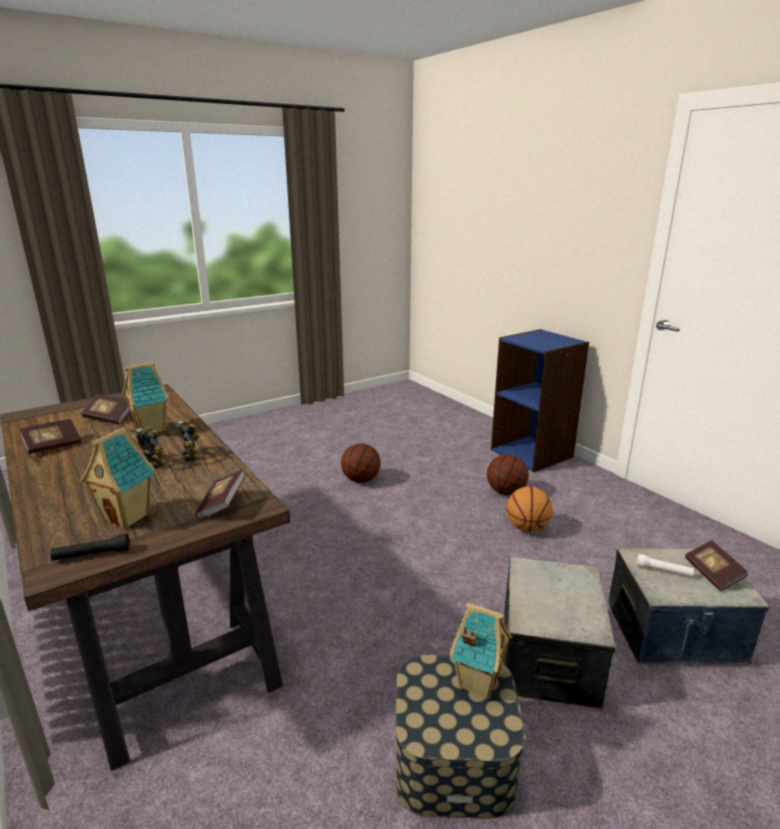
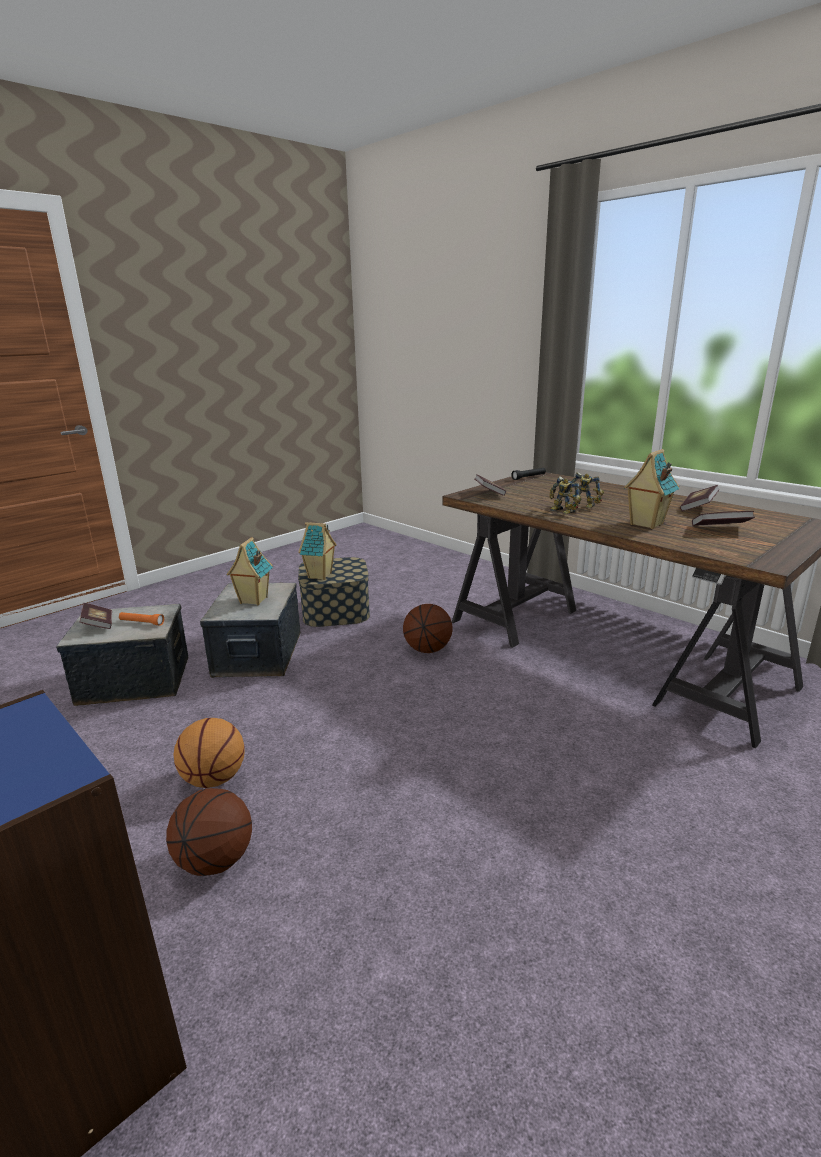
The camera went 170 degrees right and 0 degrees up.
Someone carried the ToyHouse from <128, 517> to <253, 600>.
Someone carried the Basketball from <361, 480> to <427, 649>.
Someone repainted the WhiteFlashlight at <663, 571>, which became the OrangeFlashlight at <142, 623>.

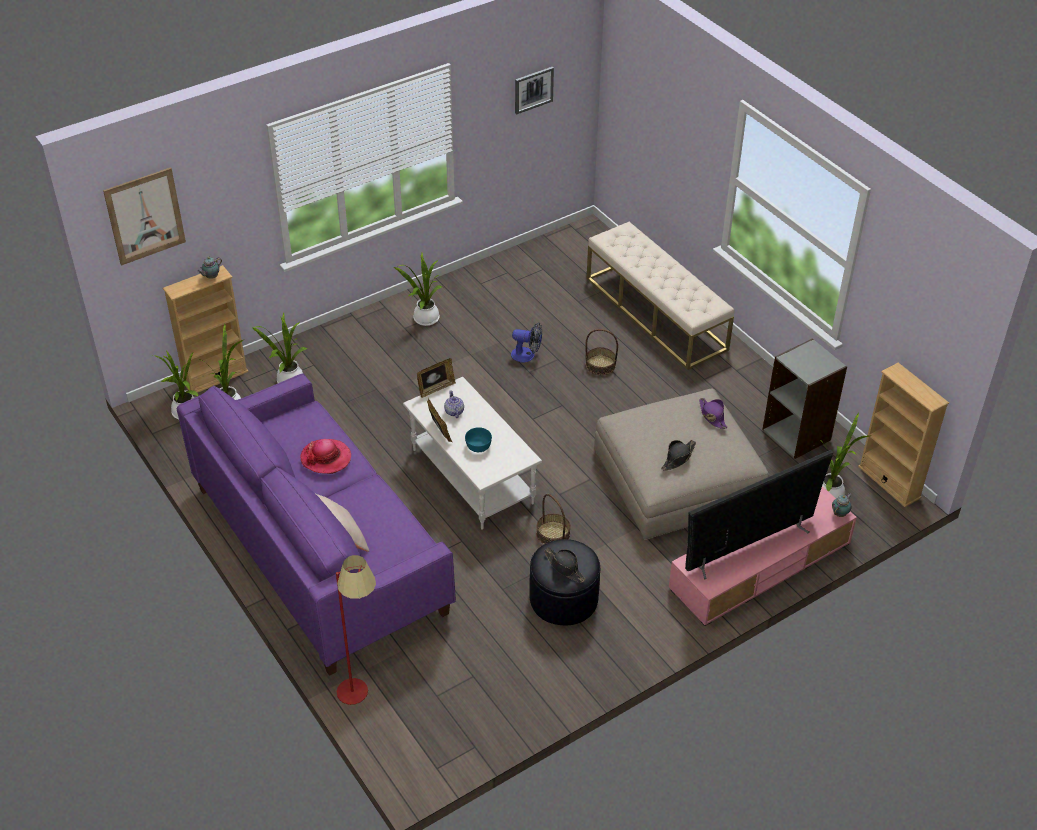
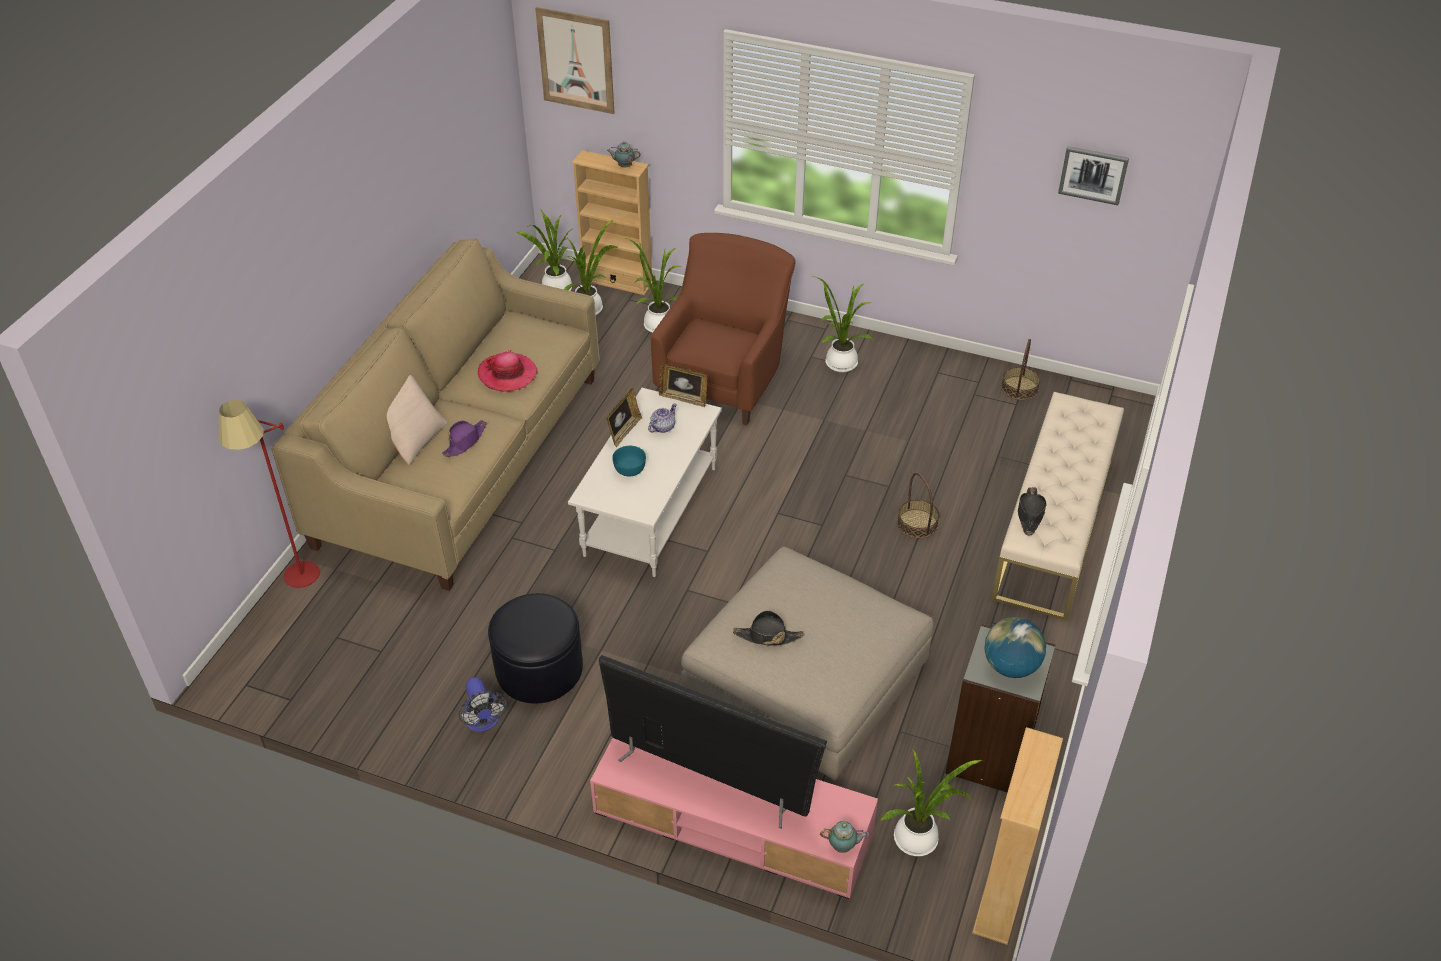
The camera went 55 degrees right and 0 degrees up.
Someone put down the BrownArmchair at <725, 378>.
Someone put down the Globe at <1010, 666>.
Someone carried the Fan from <527, 355> to <483, 722>.
Someone carried the Basket from <553, 533> to <1019, 388>.
Someone carried the BlackHat from <564, 567> to <1030, 514>.
Someone carried the PurpleHat from <712, 416> to <465, 441>.
Someone repainted the PurpleSofa at <320, 549>, which became the BeigeSofa at <461, 459>.

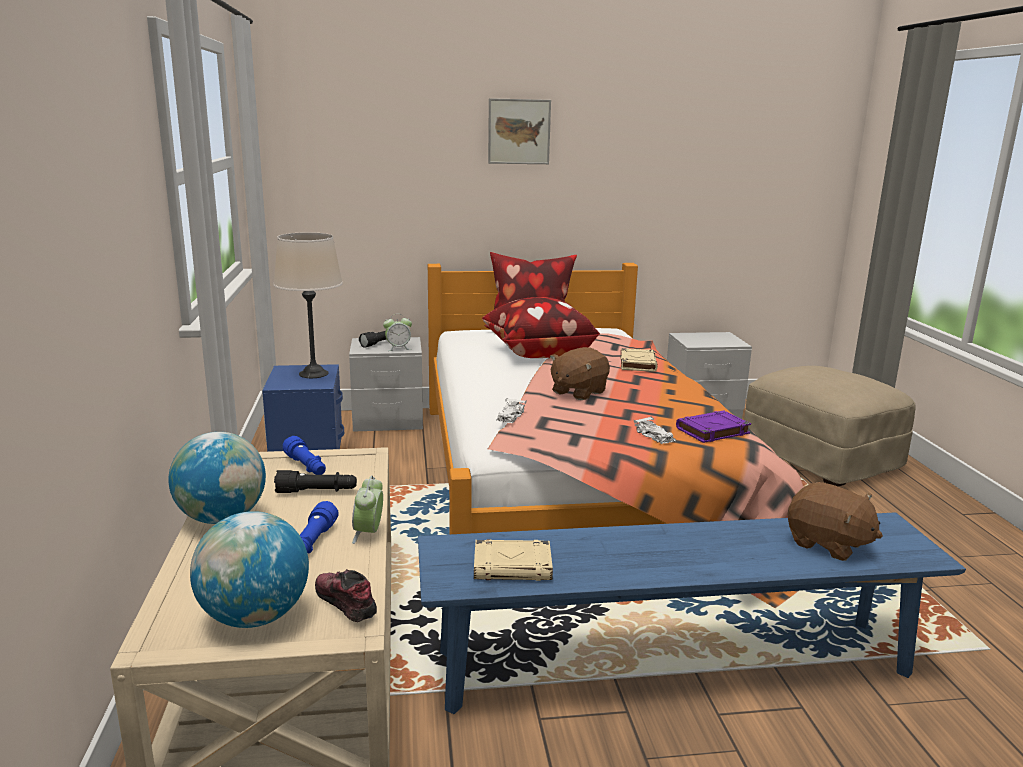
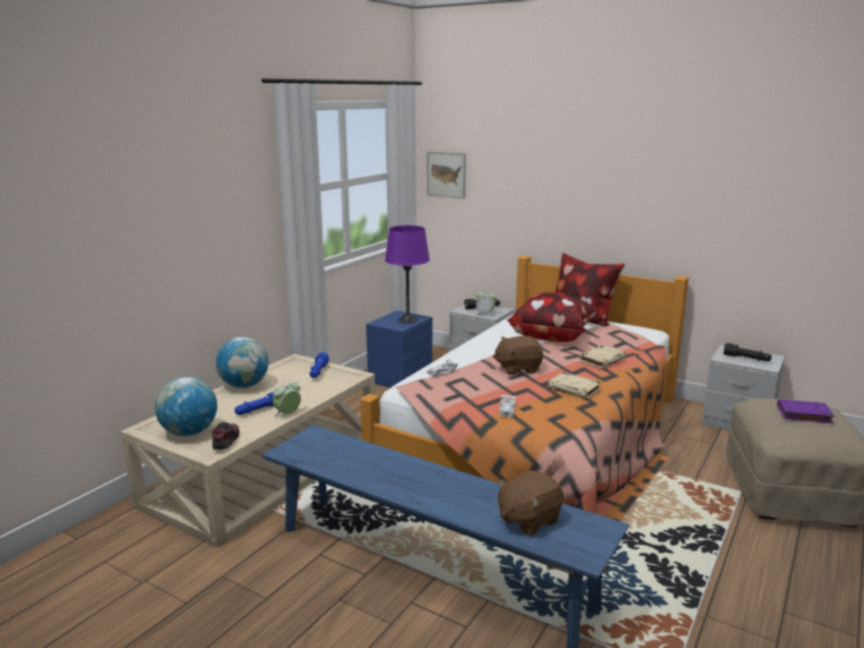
The camera went 40 degrees right and 0 degrees up.
Someone carried the BlackFlashlight from <317, 492> to <746, 359>.
Someone carried the BeigeBook from <513, 566> to <574, 389>.
Someone carried the Picture from <519, 131> to <446, 174>.
Someone carried the PurpleBook from <712, 431> to <803, 414>.
Someone repainted the BeigeTableLamp at <313, 374>, which became the PurpleTableLamp at <407, 320>.
Someone rotated the BrownPlushToy at <828, 544> by 60 degrees clockwise.

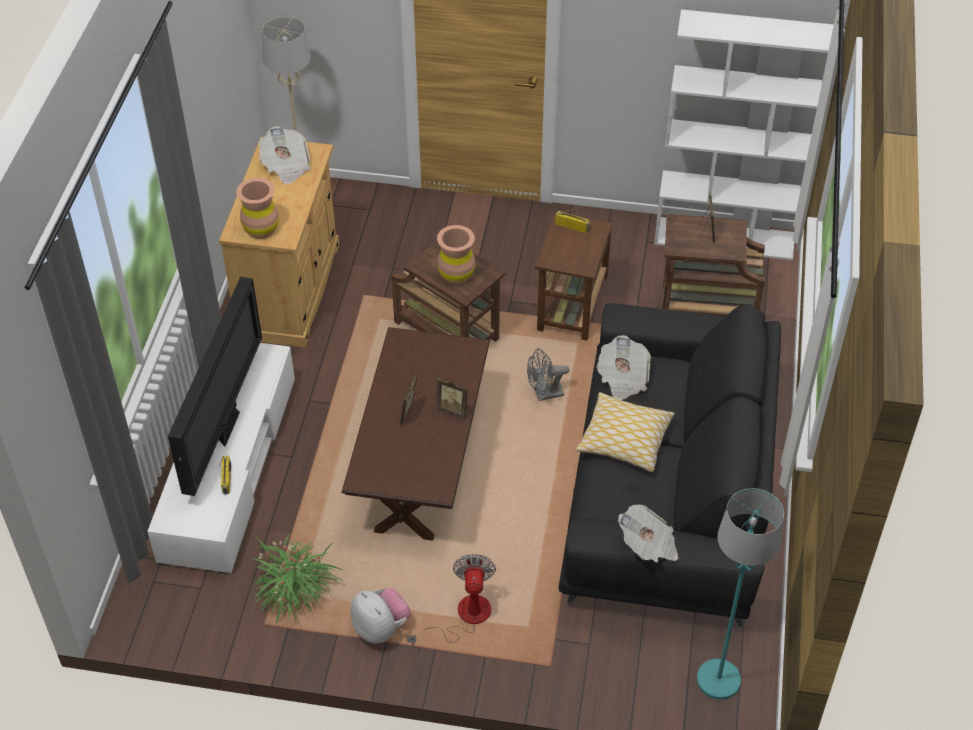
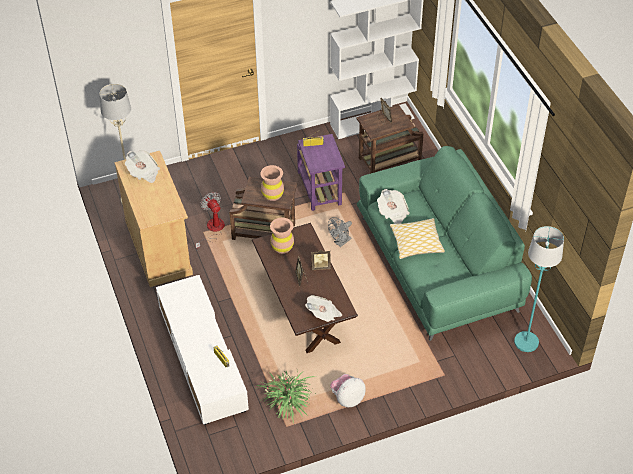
The camera went 30 degrees left and 0 degrees up.
Someone took away the Television at <227, 426>.
Someone carried the BrownVase from <261, 229> to <282, 247>.
Someone carried the Fan from <463, 617> to <212, 230>.
Someone carried the Newspaper from <648, 545> to <323, 314>.
Someone repainted the BrownSideTable at <572, 305>, which became the PurpleSideTable at <320, 189>.
Someone repainted the BlackSofa at <667, 492>, which became the GreenSofa at <438, 264>.
Someone rotated the PlushToy at <381, 628> by 60 degrees counterclockwise.

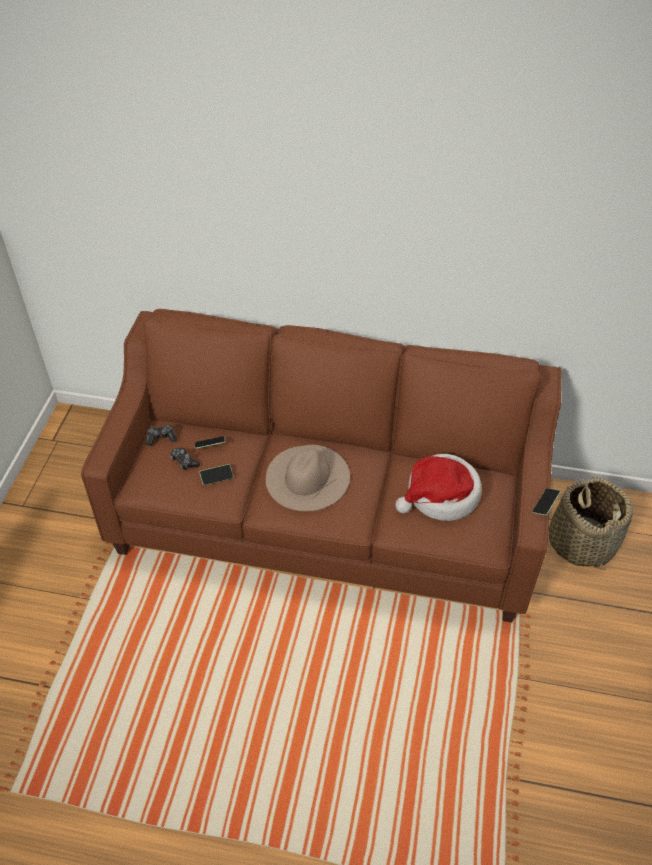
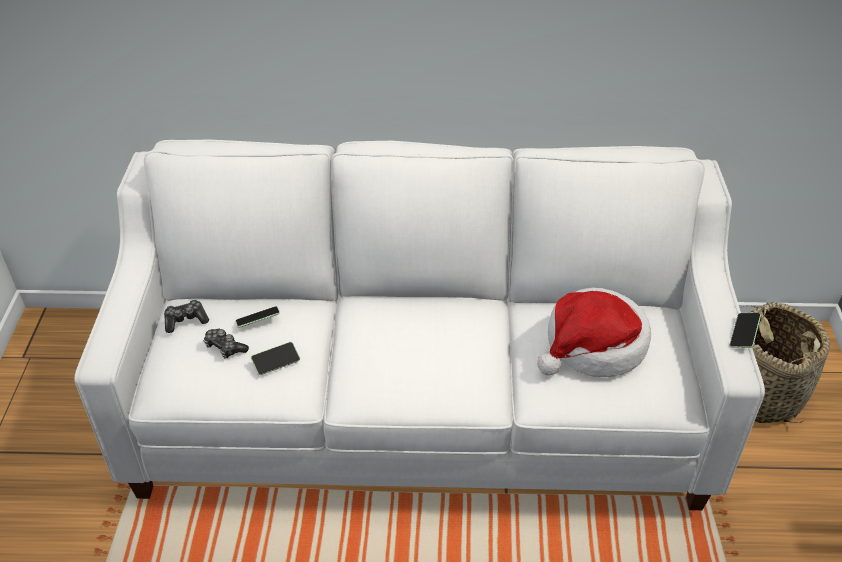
The camera went 10 degrees left and 5 degrees down.
Someone took away the BeigeHat at <307, 477>.
Someone repainted the BrownSofa at <327, 518>, which became the WhiteSofa at <422, 408>.

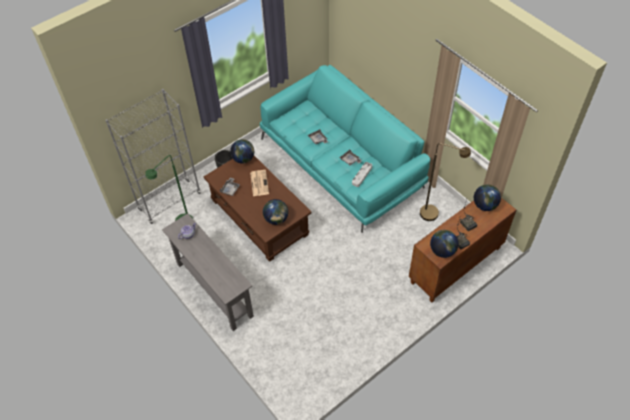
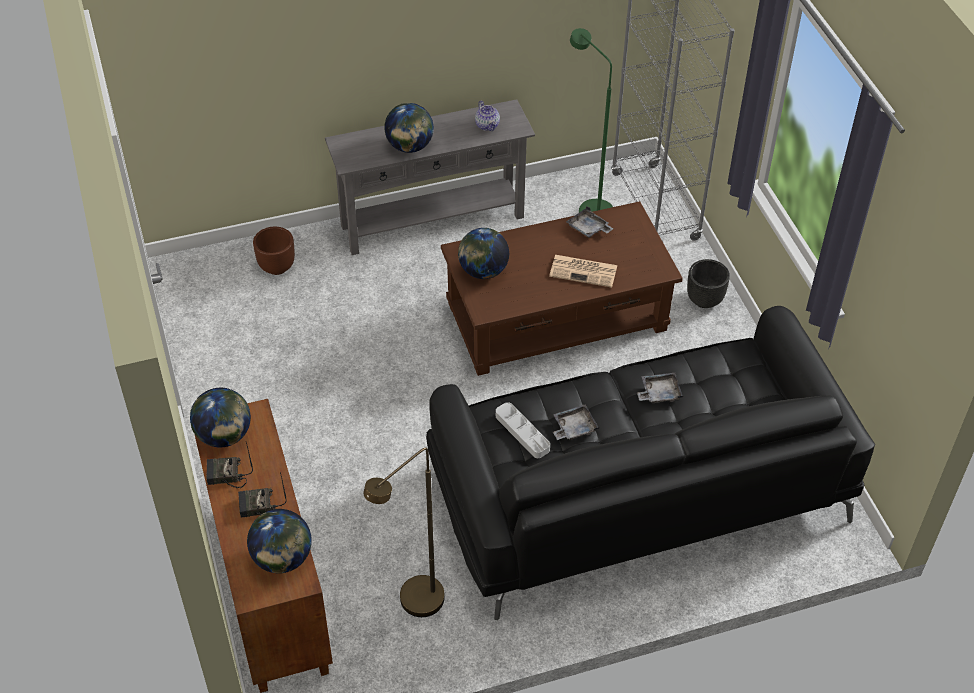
The camera went 110 degrees right and 5 degrees down.
Someone put down the BrownPlanter at <277, 267>.
Someone carried the Globe from <243, 159> to <409, 147>.
Someone repainted the TurquoiseSofa at <341, 163>, which became the BlackSofa at <636, 491>.

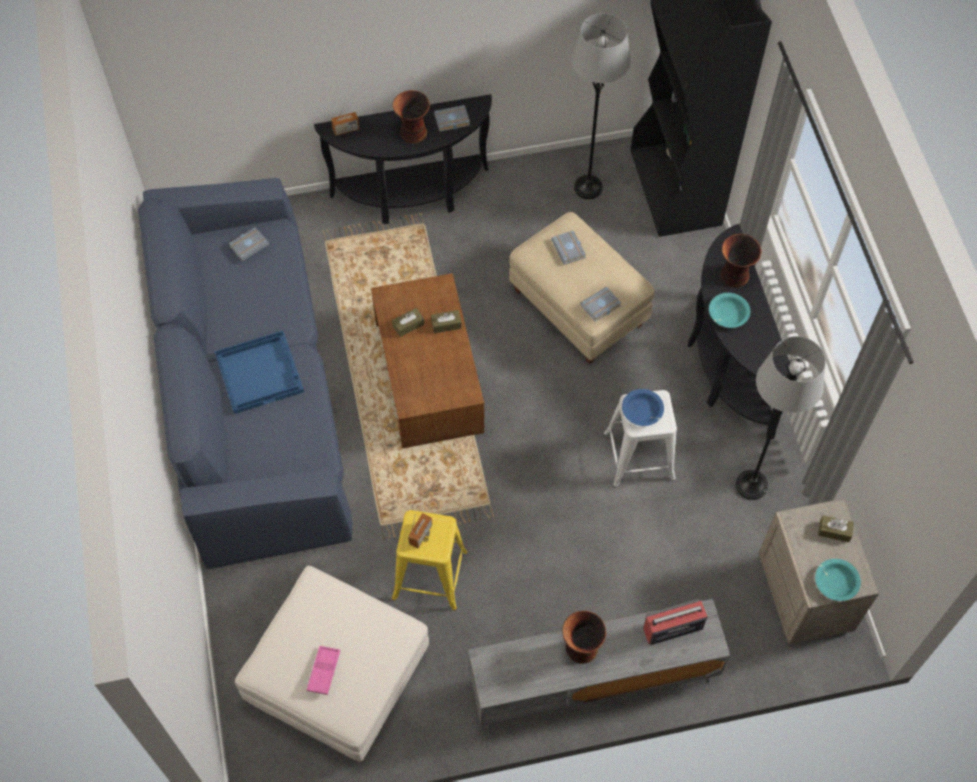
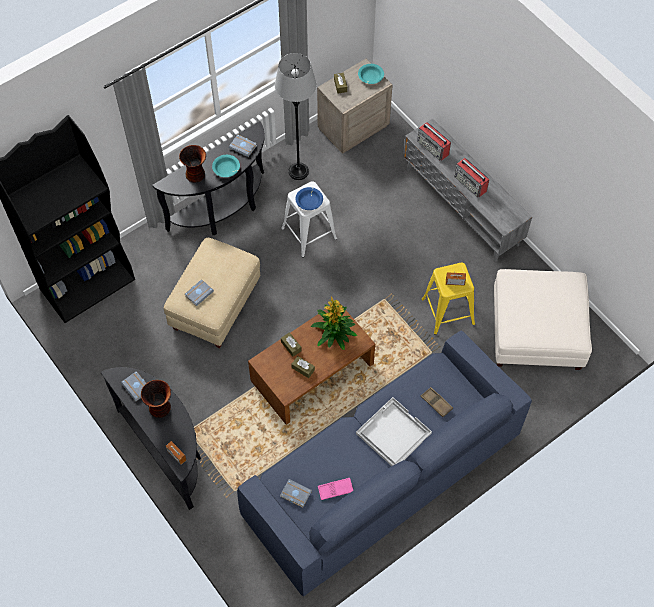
The camera went 115 degrees left and 0 degrees up.
Someone took away the GreyFloorLamp at <588, 187>.
Someone put down the PottedPlant at <333, 332>.
Someone put down the BrownTray at <436, 403>.
Someone carried the PinkTray from <324, 671> to <335, 490>.
Someone carried the GreyBook from <600, 306> to <243, 147>.
Someone swapped the Vase at <581, 649> for the Radio at <470, 184>.
Someone repainted the BlueTray at <260, 372>, which became the WhiteTray at <392, 433>.

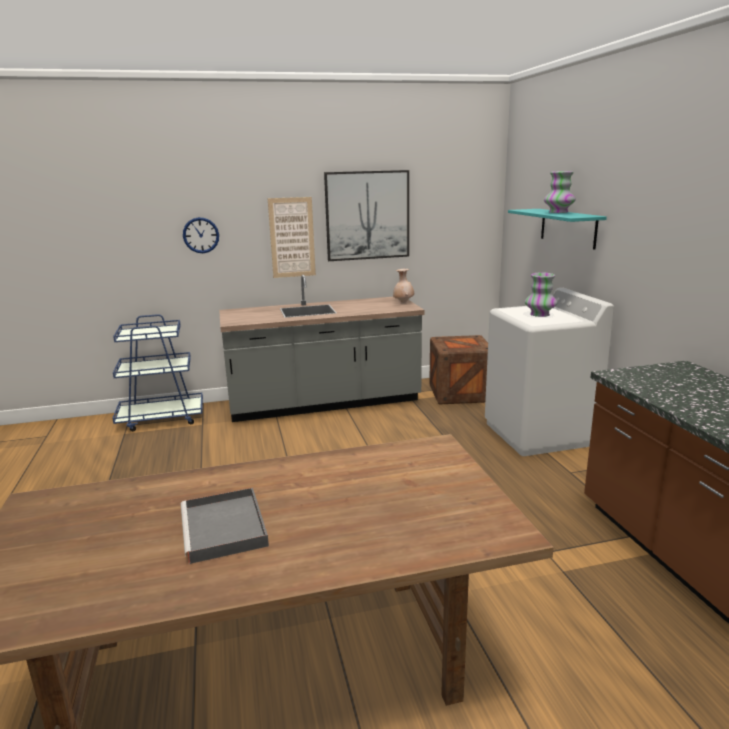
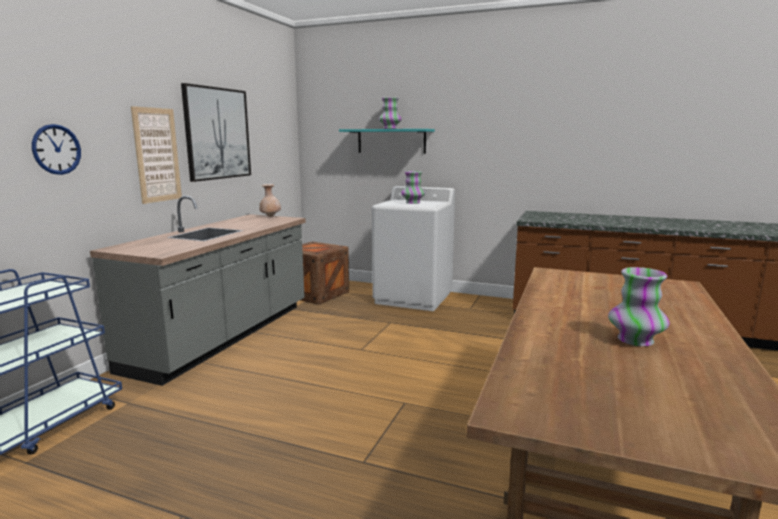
The camera went 55 degrees left and 5 degrees down.
Someone swapped the GreyTray at <225, 529> for the Vase at <635, 340>.

